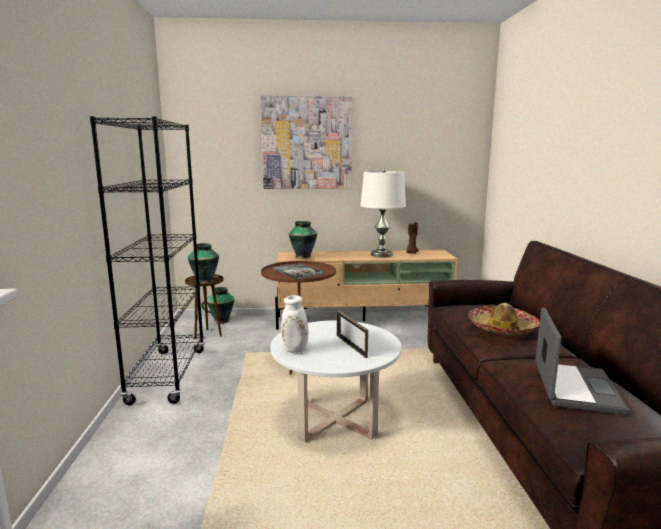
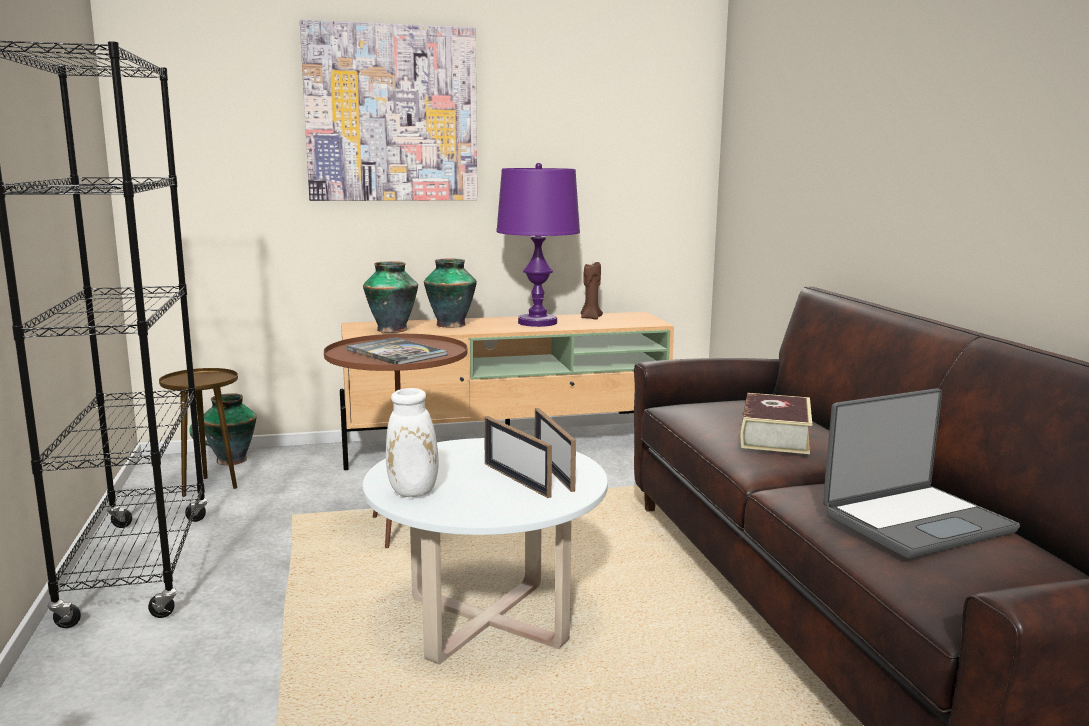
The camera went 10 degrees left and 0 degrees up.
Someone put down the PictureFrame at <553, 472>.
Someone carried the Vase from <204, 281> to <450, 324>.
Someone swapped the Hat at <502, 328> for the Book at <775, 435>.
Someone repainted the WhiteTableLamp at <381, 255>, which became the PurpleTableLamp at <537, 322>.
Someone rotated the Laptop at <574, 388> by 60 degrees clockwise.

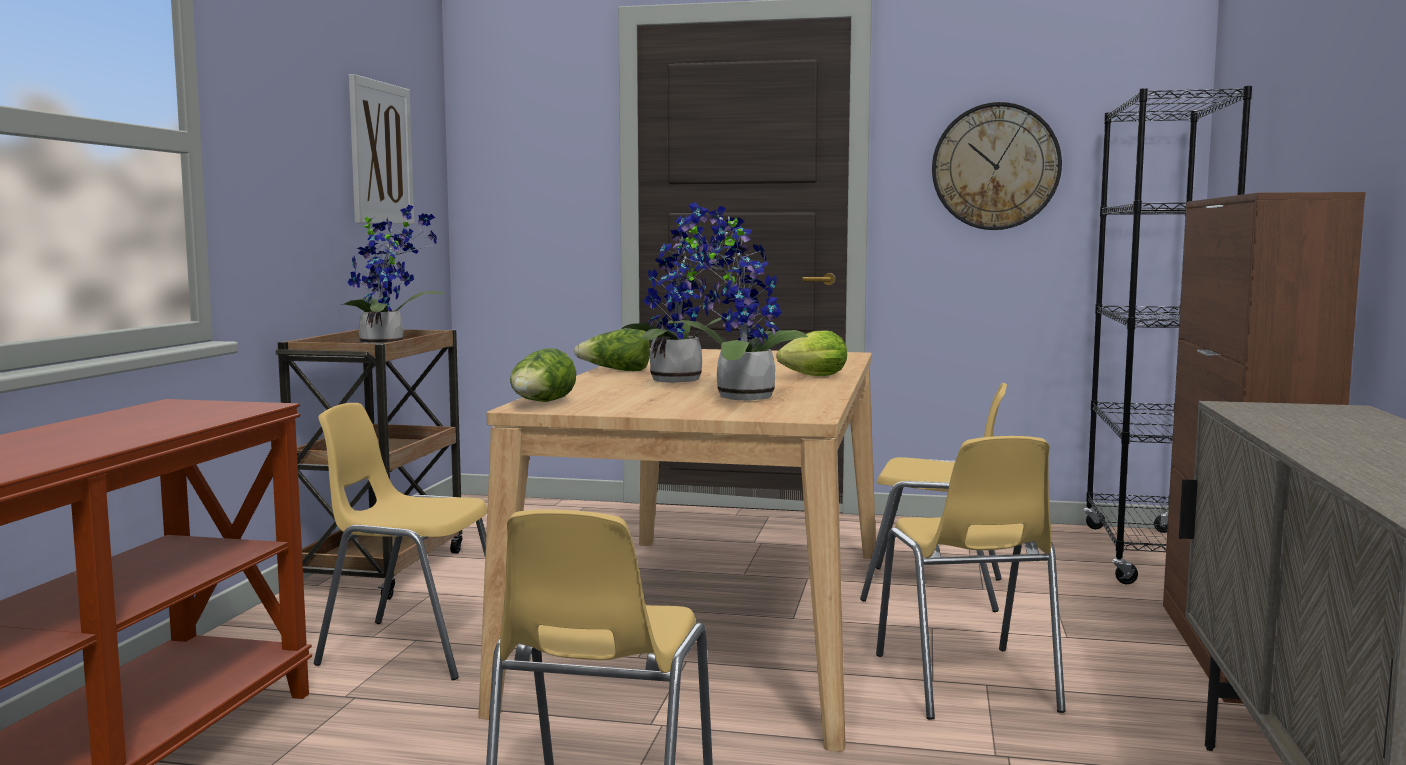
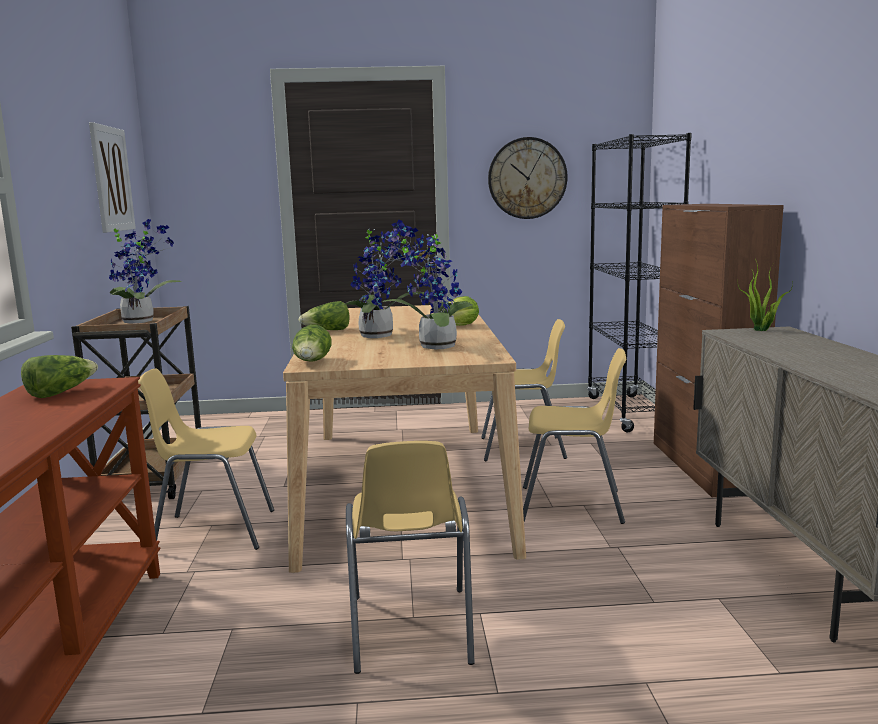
The camera went 15 degrees left and 5 degrees up.
Someone put down the Lettuce at <61, 392>.
Someone put down the PottedPlant at <761, 330>.
Someone rotated the YellowChair at <966, 683> by 60 degrees counterclockwise.

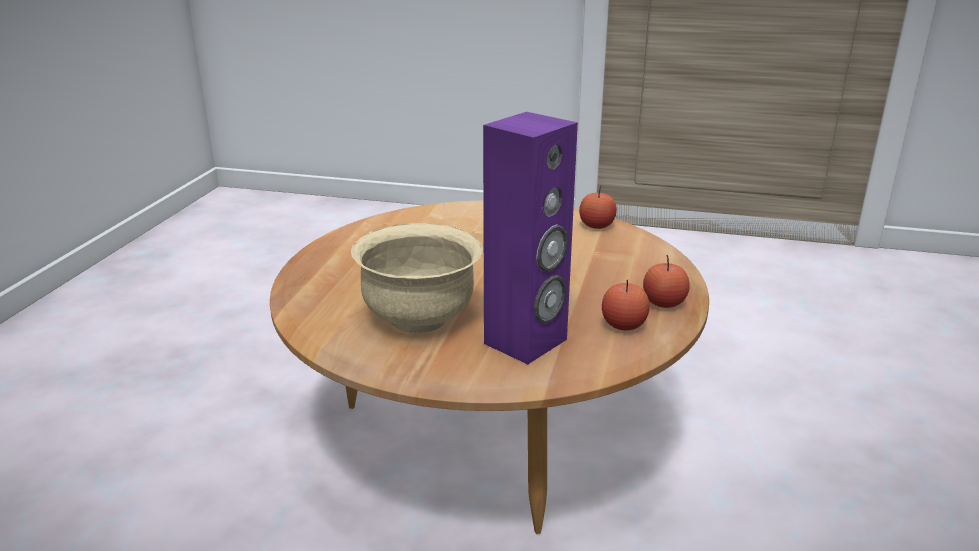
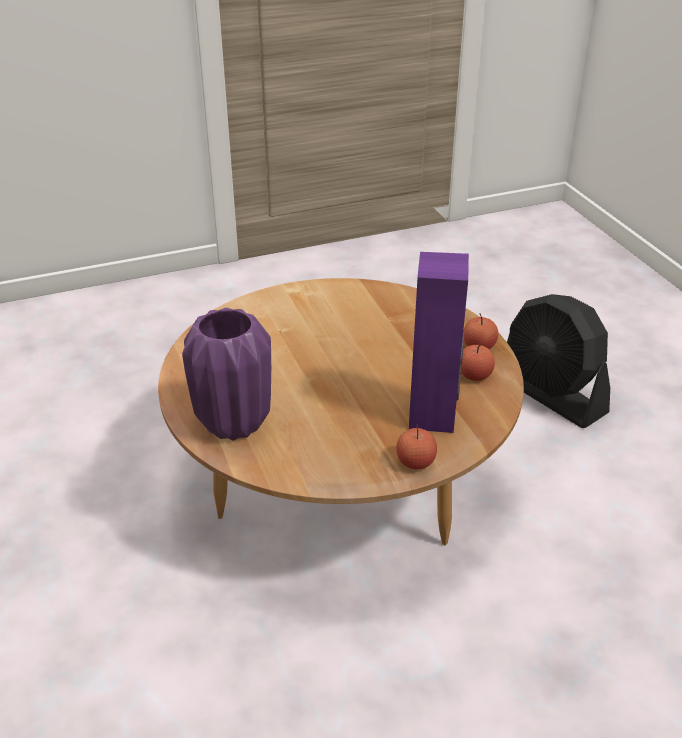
The camera went 35 degrees left and 10 degrees up.
Someone took away the BeigeBowl at <419, 319>.
Someone put down the PurpleVase at <233, 423>.
Someone put down the BlackFan at <551, 395>.
Someone carried the Apple from <596, 225> to <415, 462>.

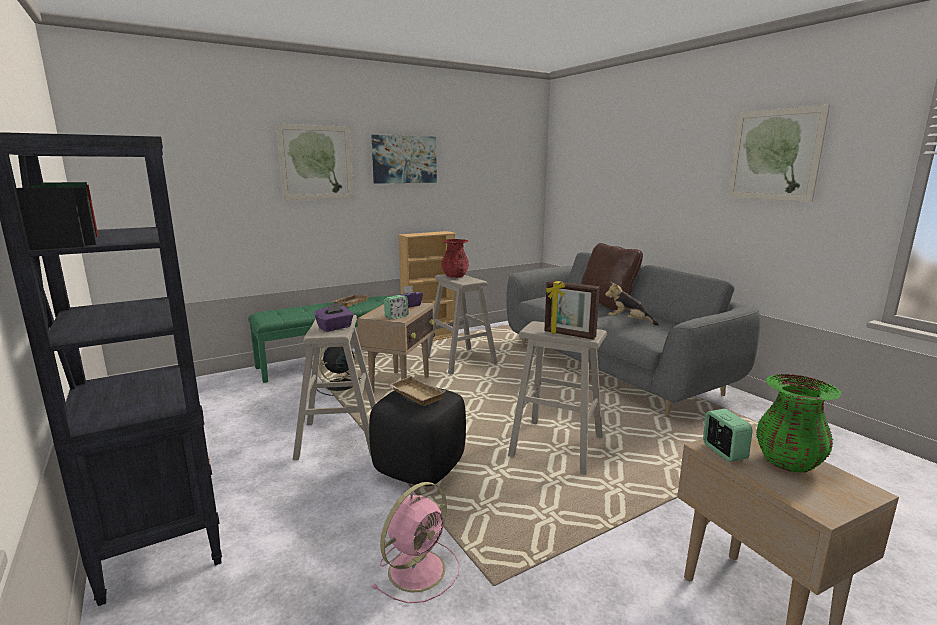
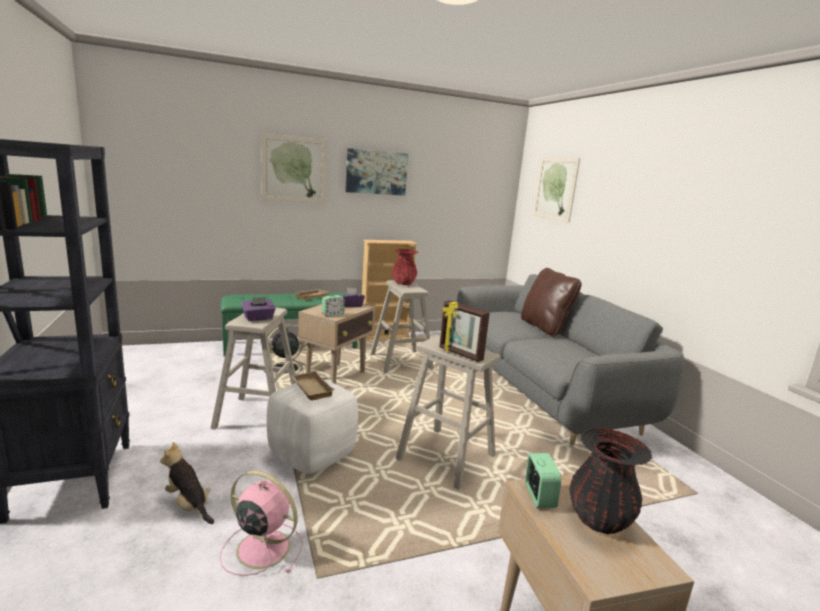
The camera went 10 degrees right and 0 degrees up.
Someone carried the PlushToy from <628, 322> to <189, 505>.
Someone carried the Picture from <774, 155> to <555, 188>.
Someone repainted the BlackOttoman at <419, 468>, which became the WhiteOttoman at <311, 455>.
Someone repainted the GreenVase at <788, 462>, which became the BlackVase at <599, 519>.
Someone rotated the PinkFan at <418, 568> by 120 degrees counterclockwise.

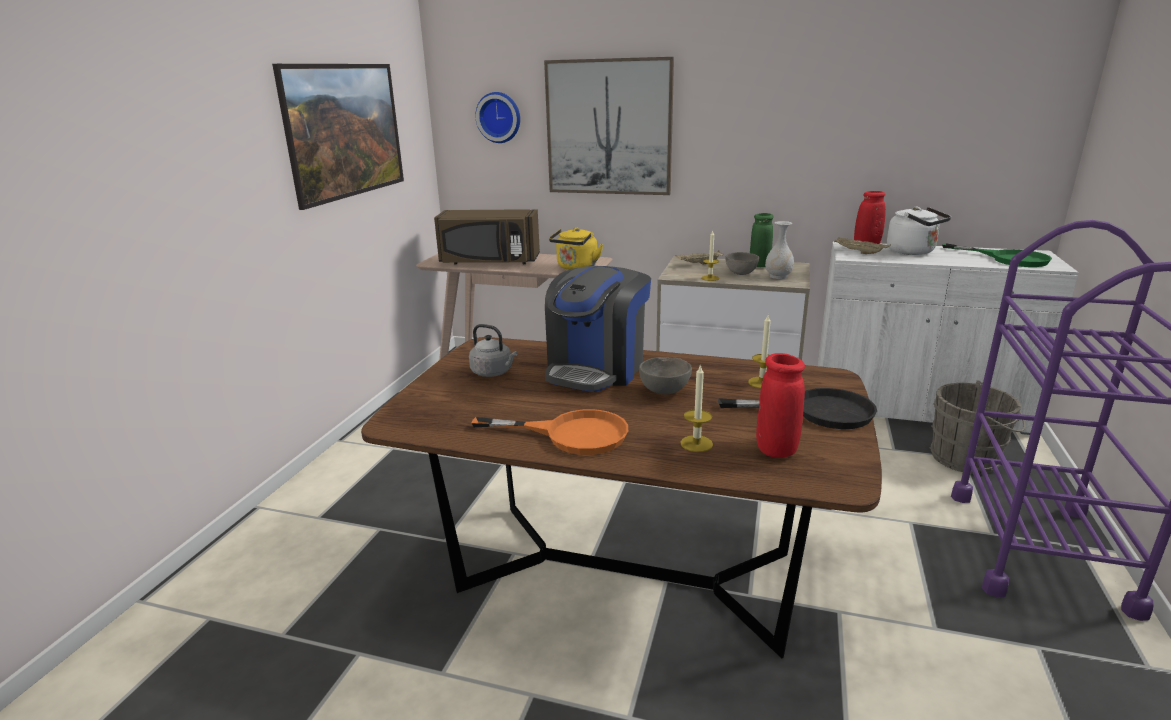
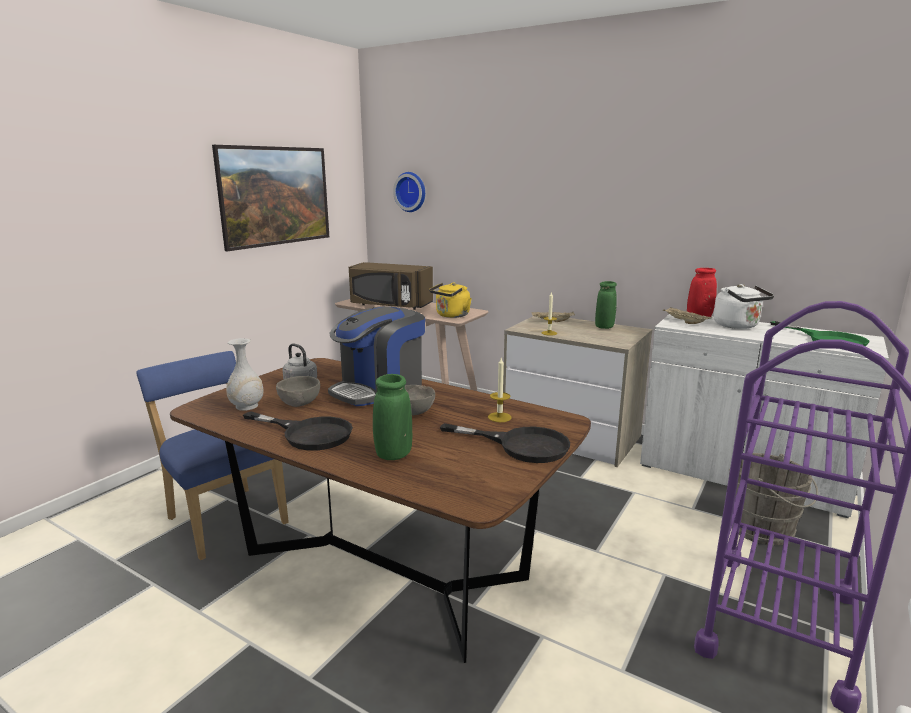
The camera went 15 degrees right and 5 degrees down.
Someone took away the Picture at <609, 128>.
Someone took away the RedVase at <776, 449>.
Someone put down the BlueChair at <225, 518>.
Someone carried the GreyBowl from <740, 273> to <299, 404>.
Someone carried the WhiteVase from <778, 276> to <247, 406>.
Someone swapped the Candle at <696, 443> for the GreenVase at <394, 454>.
Someone repainted the OrangeFryingPan at <571, 434>, which became the BlackFryingPan at <308, 434>.

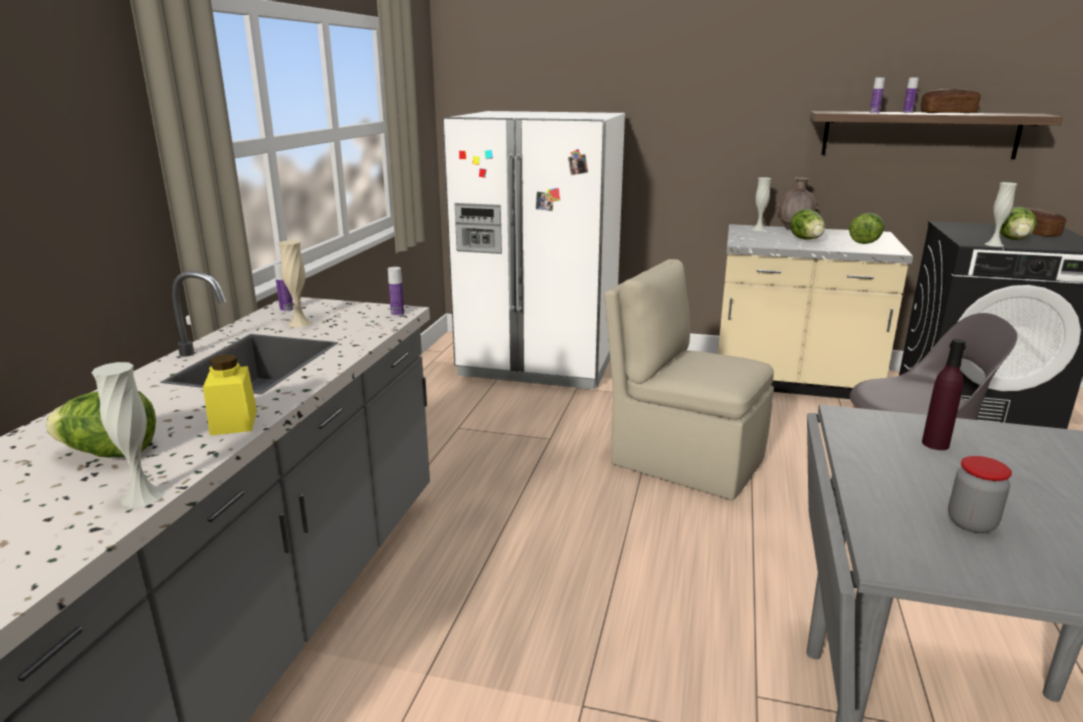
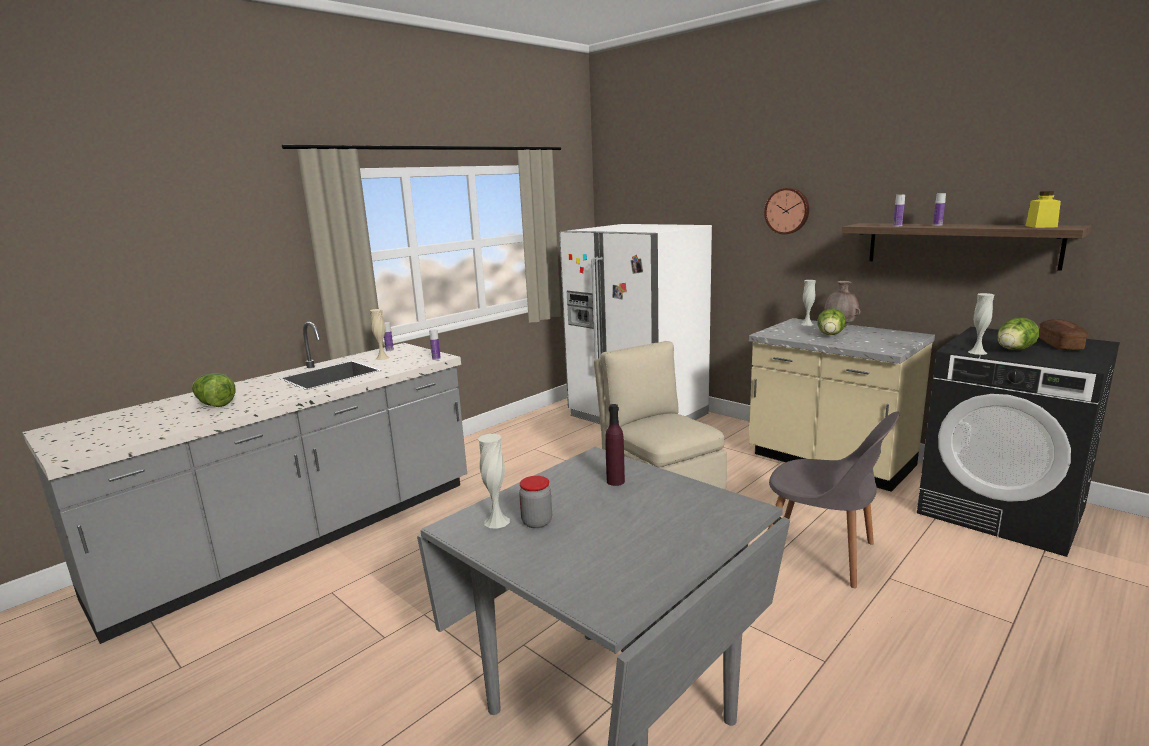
The camera went 30 degrees right and 5 degrees down.
Someone took away the Lettuce at <865, 241>.
Someone took away the Bread at <948, 113>.
Someone put up the WallClock at <787, 211>.
Someone carried the WhiteVase from <142, 496> to <497, 521>.
Someone carried the YellowJar from <234, 422> to <1041, 226>.

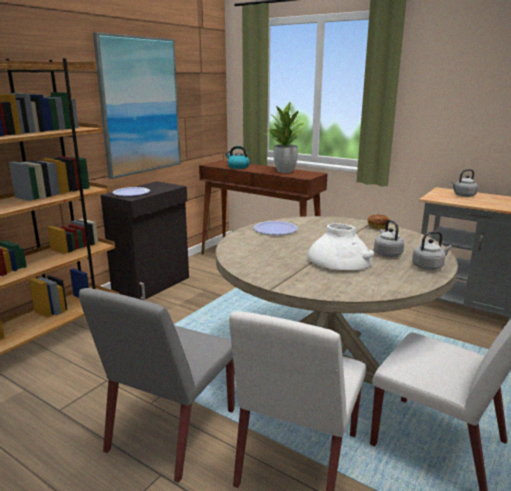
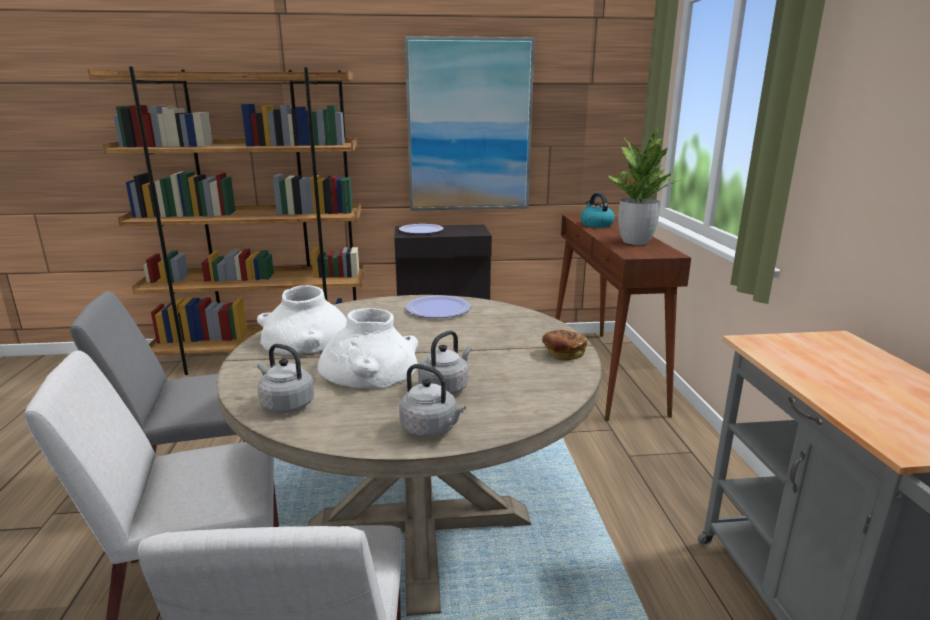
The camera went 50 degrees right and 0 degrees up.
Someone put down the WhiteVase at <307, 338>.
Someone carried the GreyKettle from <463, 195> to <285, 404>.

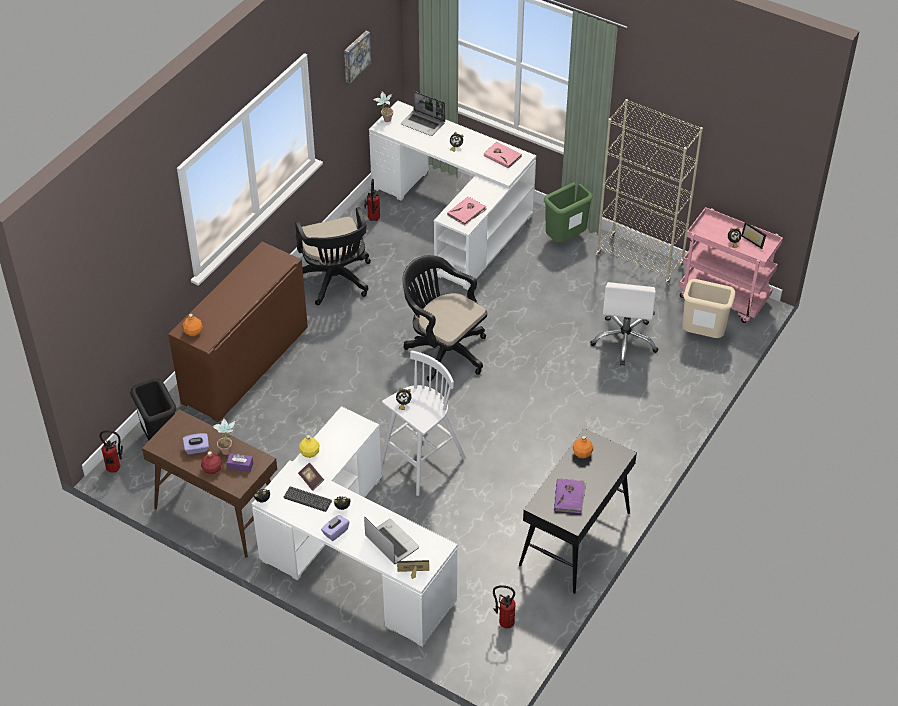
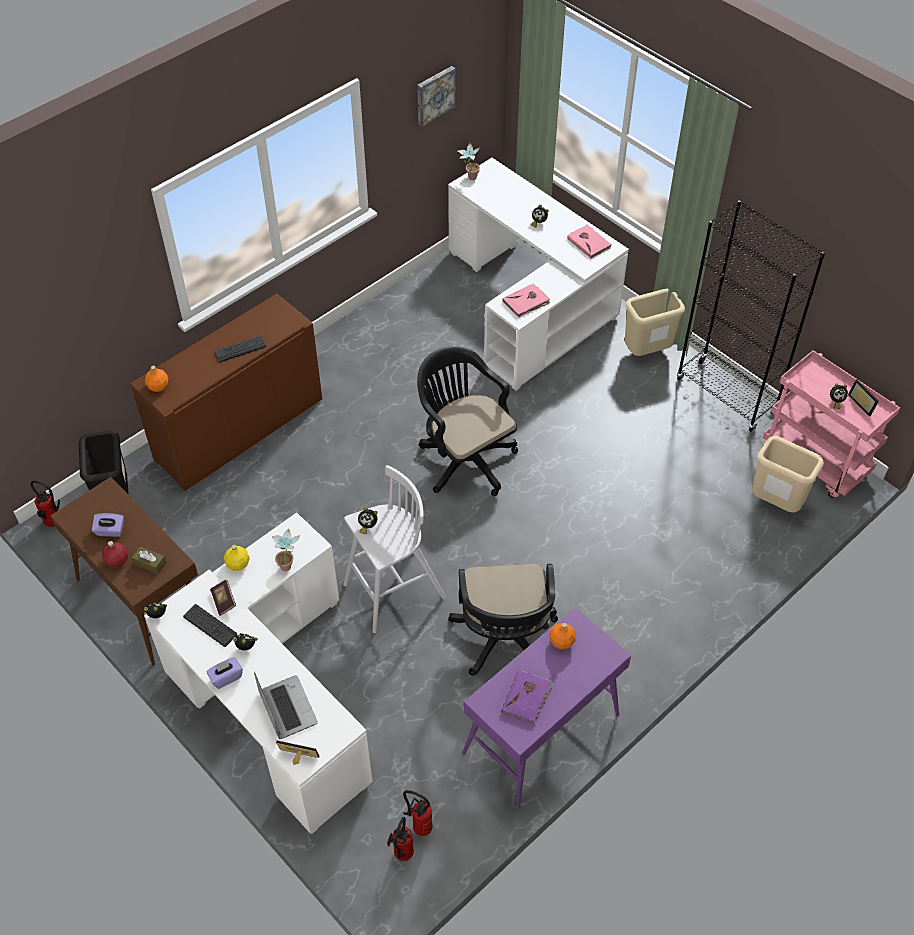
The camera went 15 degrees right and 5 degrees up.
Someone took away the Laptop at <423, 124>.
Someone took away the WhiteOfficeChair at <625, 341>.
Someone put down the Keyboard at <240, 349>.
Someone carried the PottedPlant from <227, 449> to <289, 564>.
Someone carried the BlackOfficeChair from <335, 281> to <504, 640>.
Someone carried the FireExtinguisher from <373, 219> to <401, 856>.
Someone repainted the PurpleTissueBox at <240, 466>, which became the BrownTissueBox at <150, 563>.
Someone repainted the BlackConsoleTable at <575, 540>, which became the PurpleConsoleTable at <541, 735>.
Someone repainted the GreenTrashCan at <565, 239>, which became the BeigeTrashCan at <647, 352>.
Someone repainted the BeigeBookcase at <639, 261>, which became the BlackBookcase at <726, 395>.

